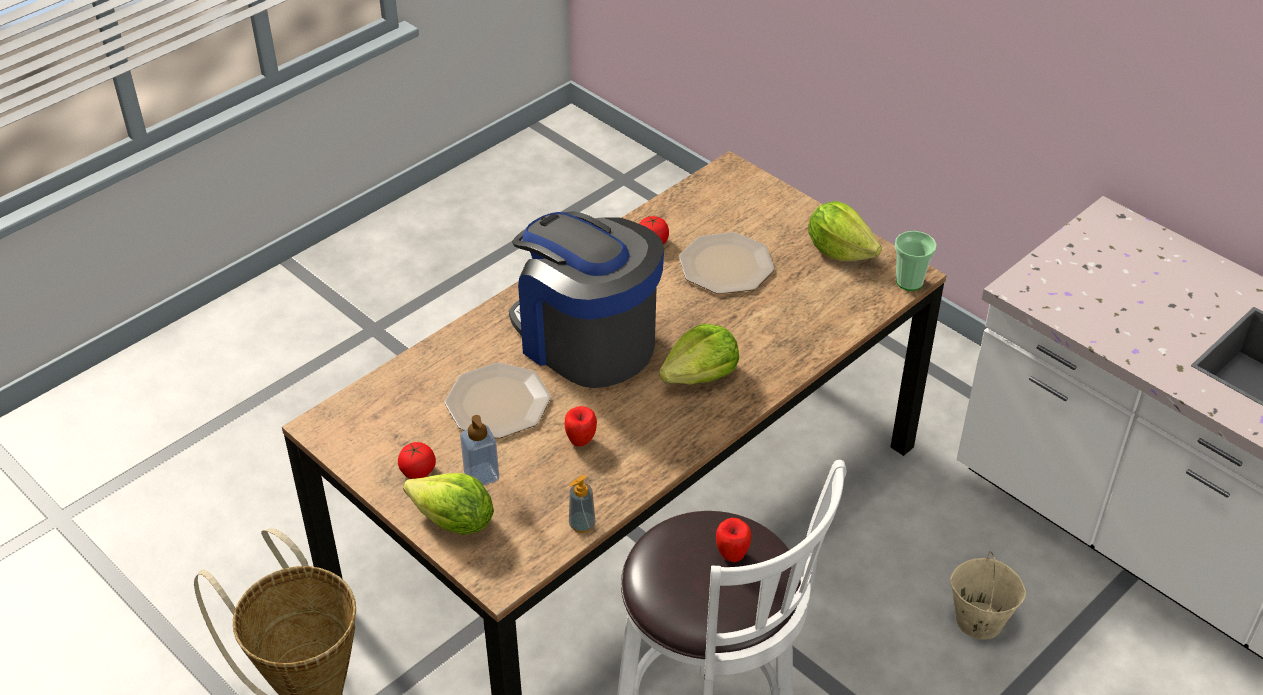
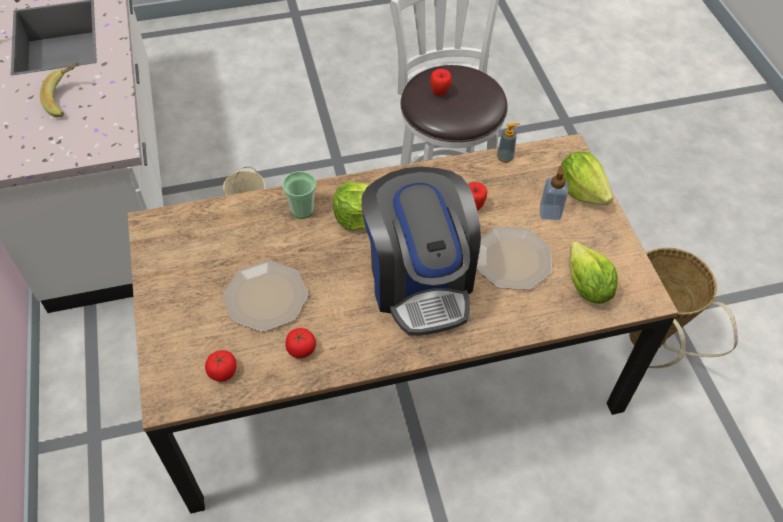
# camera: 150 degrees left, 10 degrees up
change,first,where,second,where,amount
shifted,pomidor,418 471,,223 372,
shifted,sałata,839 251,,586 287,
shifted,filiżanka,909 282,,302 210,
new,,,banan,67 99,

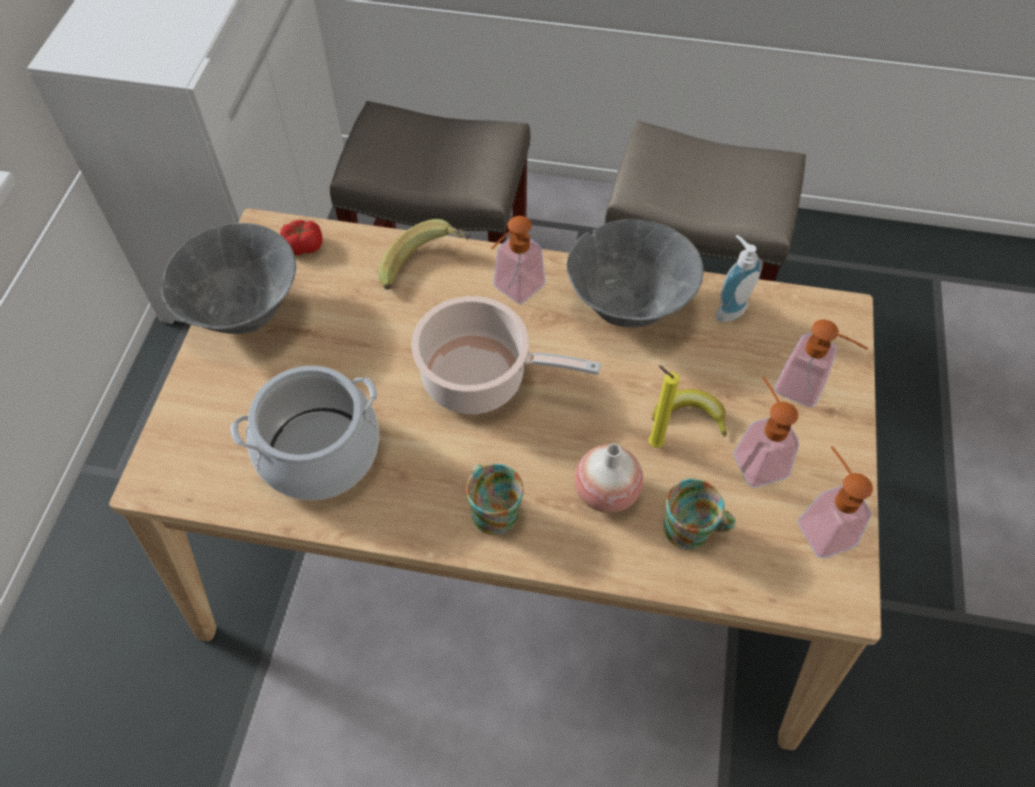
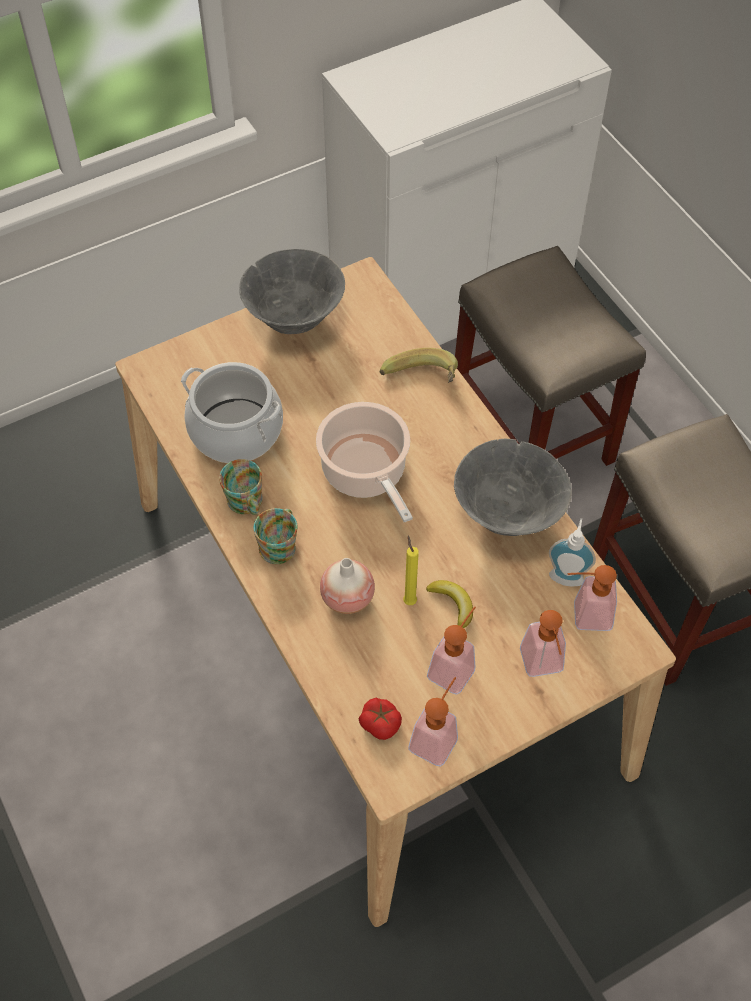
# camera: 50 degrees right, 0 degrees up
change,first,where,second,where,amount
shifted,pomidor,303 245,,380 723,
shifted,dozownik mydła,513 291,,584 615,
shifted,kubek,694 530,,246 504,

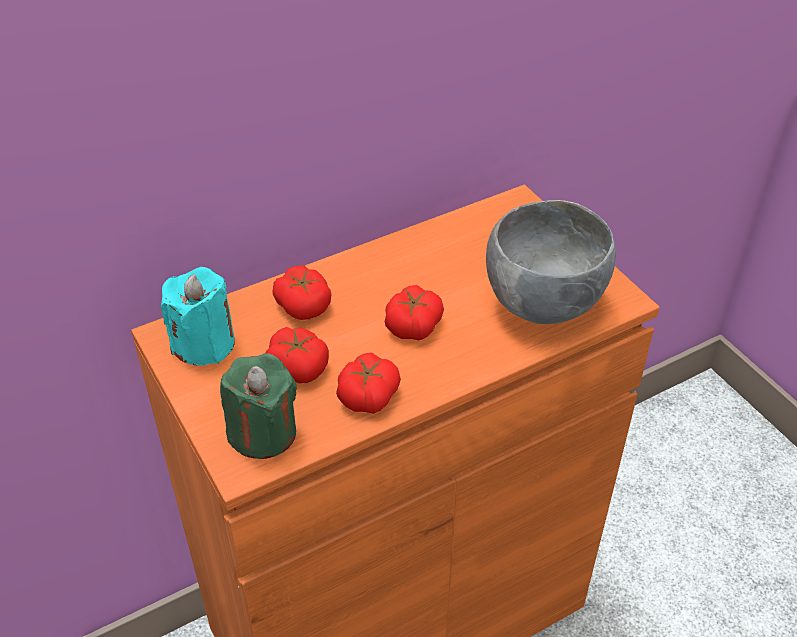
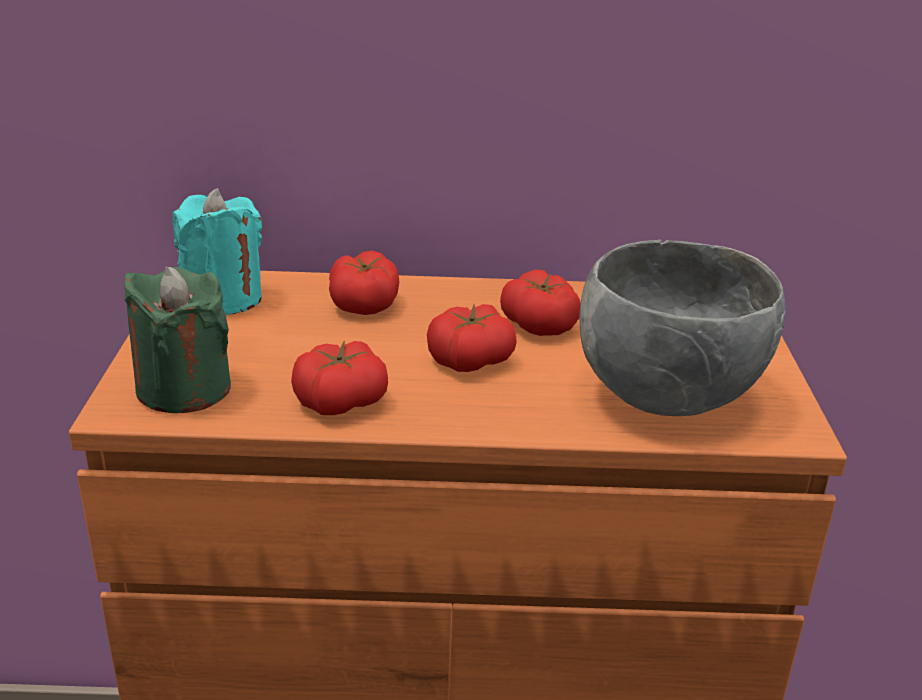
# camera: 30 degrees right, 15 degrees down
change,first,where,second,where,amount
shifted,pomidor,298 367,,539 324,

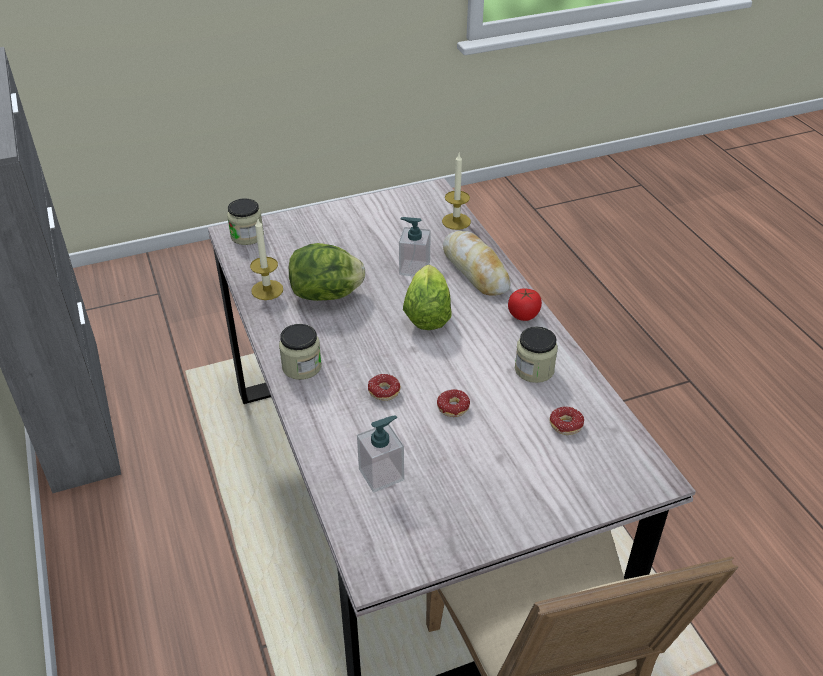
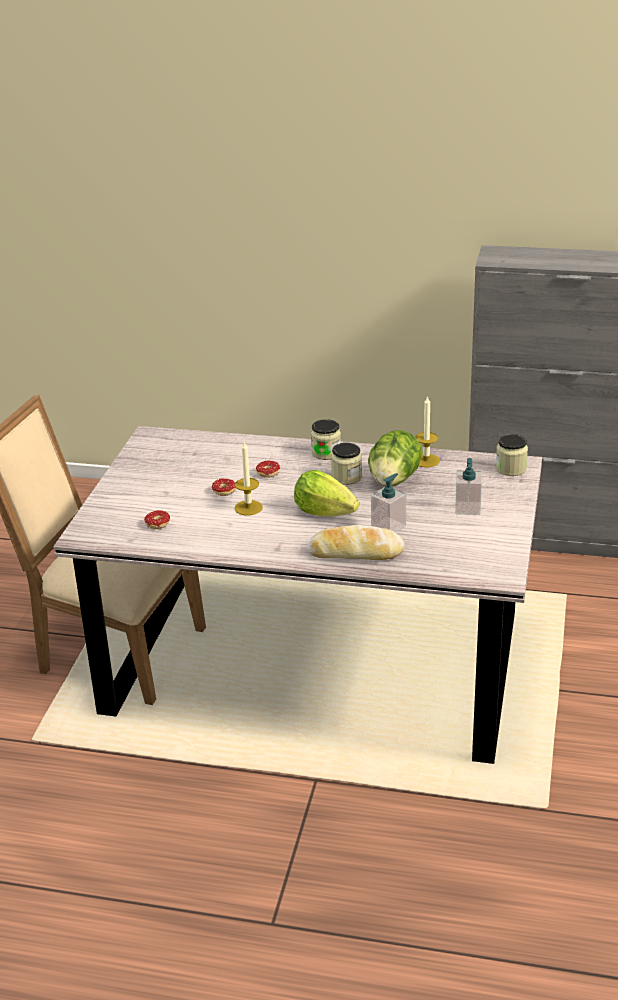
# camera: 125 degrees right, 10 degrees down
change,first,where,second,where,amount
shifted,dozownik mydła,381 474,,467 508,
shifted,świeca,456 221,,248 508,
gone,pomidor,523 315,,,
shifted,słoik,534 369,,346 477,

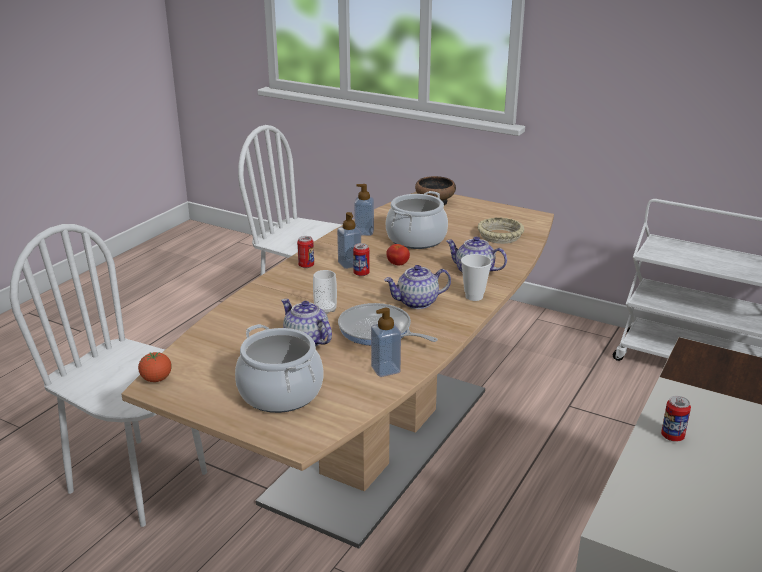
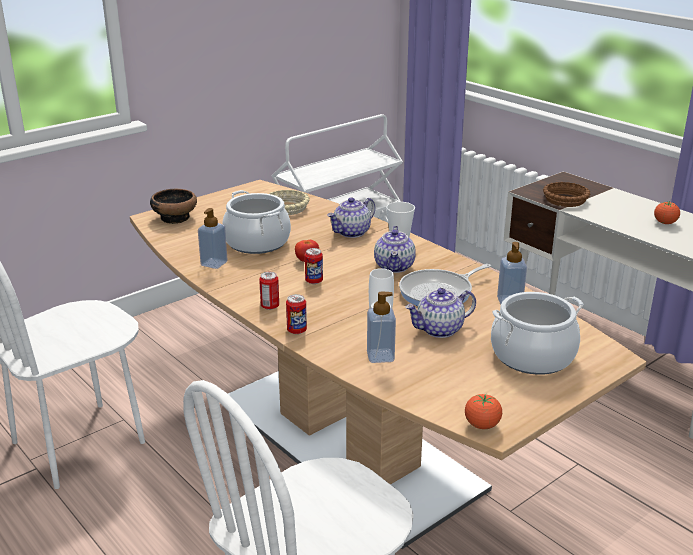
# camera: 70 degrees left, 0 degrees up
change,first,where,second,where,amount
shifted,dozownik mydła,349 264,,380 356,
shifted,puszka,672 436,,296 330,
new,,,miska/brązowy,566 200,
new,,,pomidor,665 223,

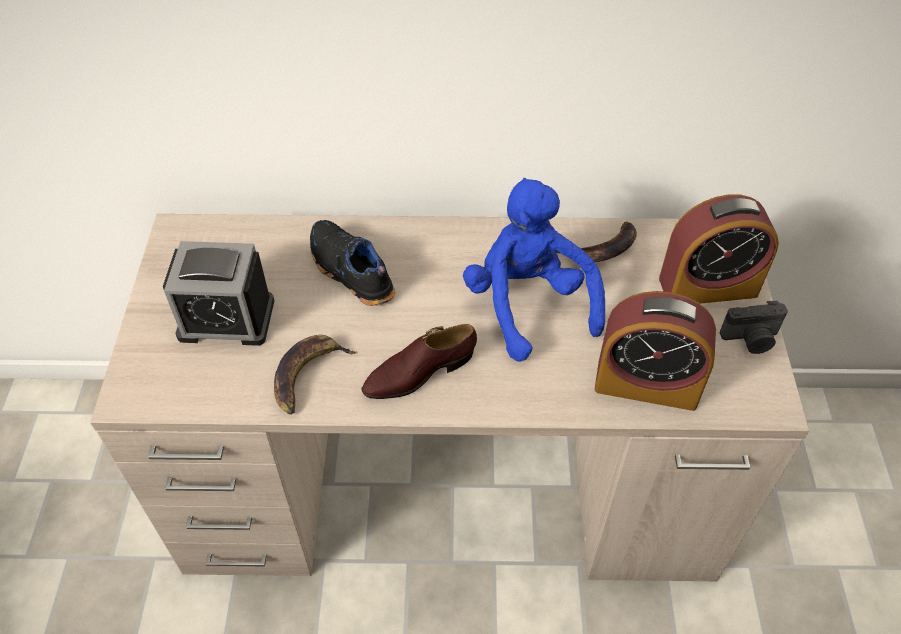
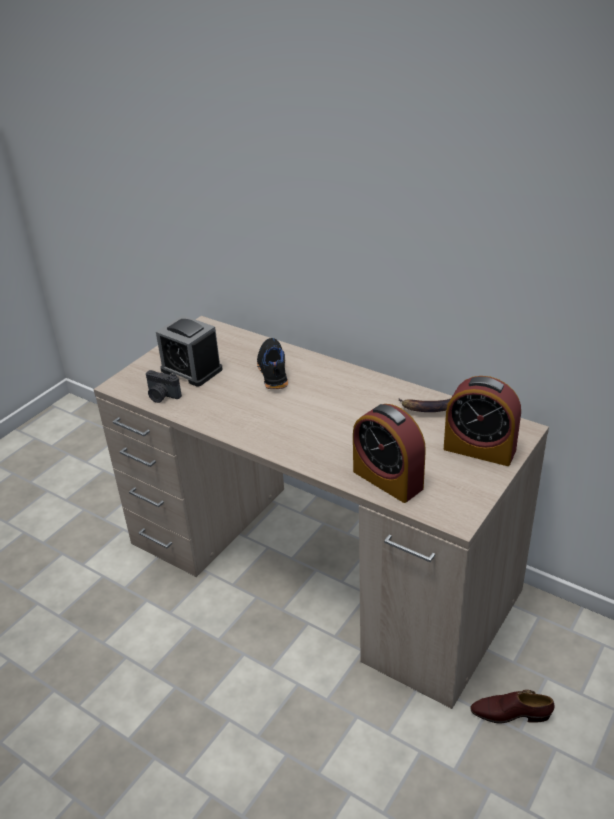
# camera: 35 degrees right, 15 degrees down
change,first,where,second,where,amount
gone,banan,307 374,,,
shifted,but/brązowy,419 372,,510 713,
gone,pluszak/niebieski,528 304,,,
shifted,aparat fotograficzny,751 339,,162 396,

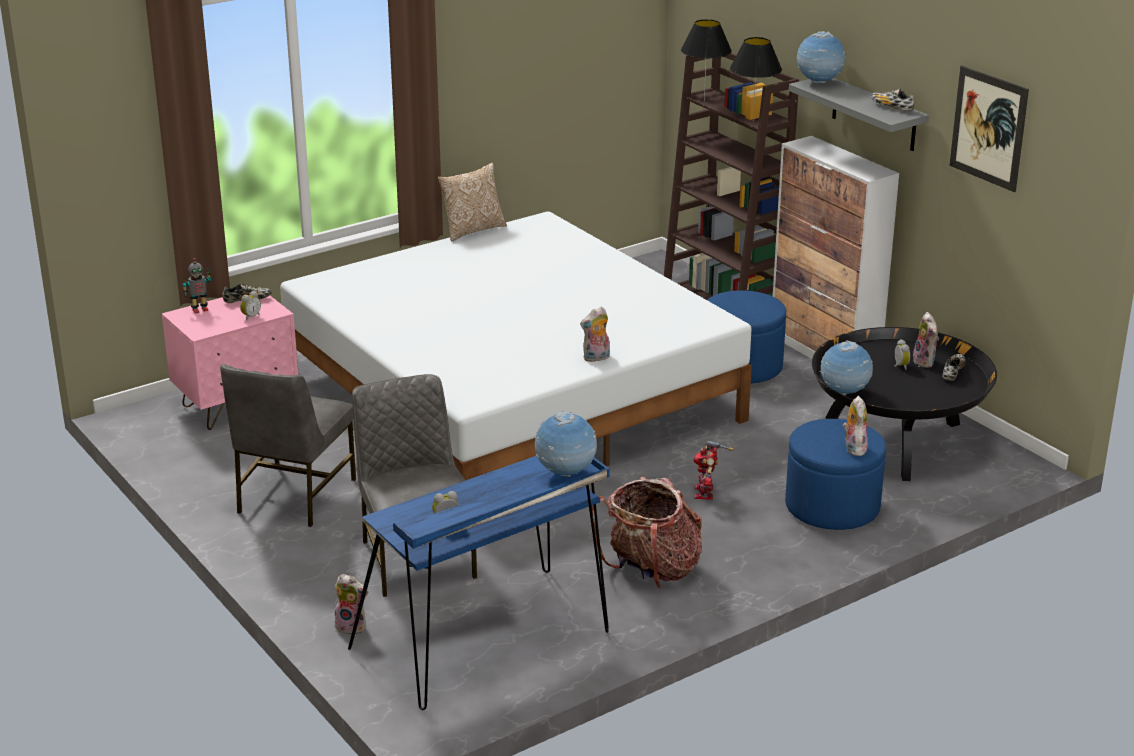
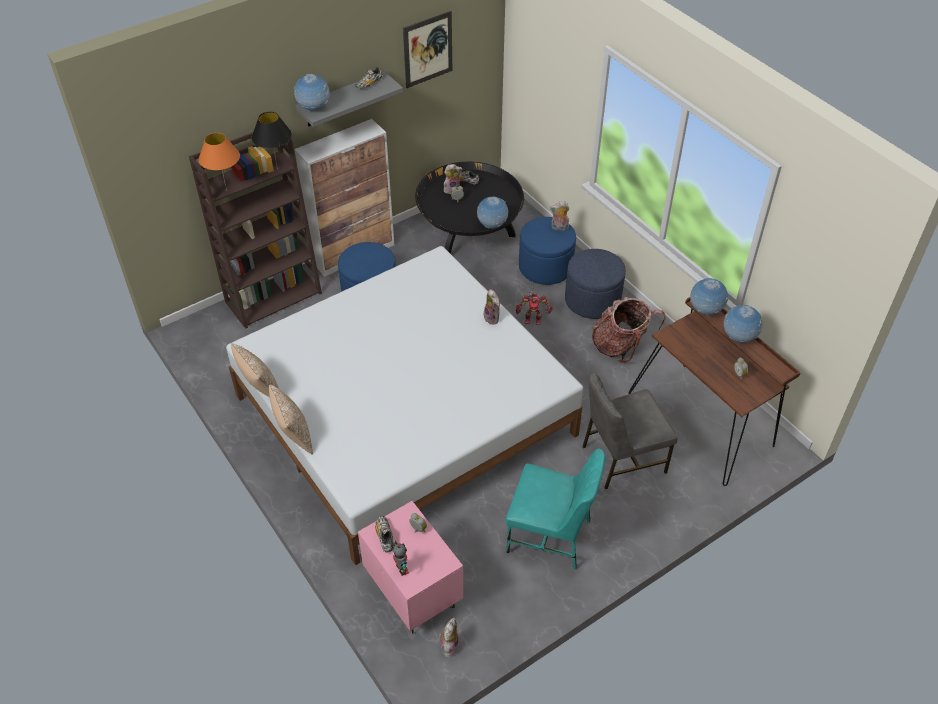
# camera: 90 degrees left, 20 degrees up
change,first,where,second,where,amount
repainted,krzesło/szary,293 496,krzesło/turkusowy,550 536,
shifted,pluszak,352 626,,449 646,
repainted,biurko/niebieski,486 641,biurko/brązowy,704 420,
repainted,lampa stołowa/czarny,704 101,lampa stołowa/pomarańczowy,226 191,
new,,,poduszka,294 436,
new,,,pufa/niebieski,592 300,
new,,,globus,738 338,

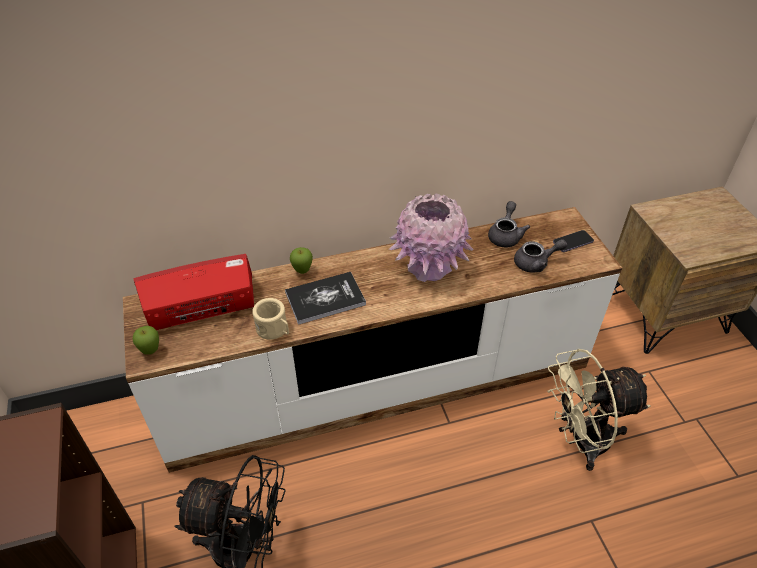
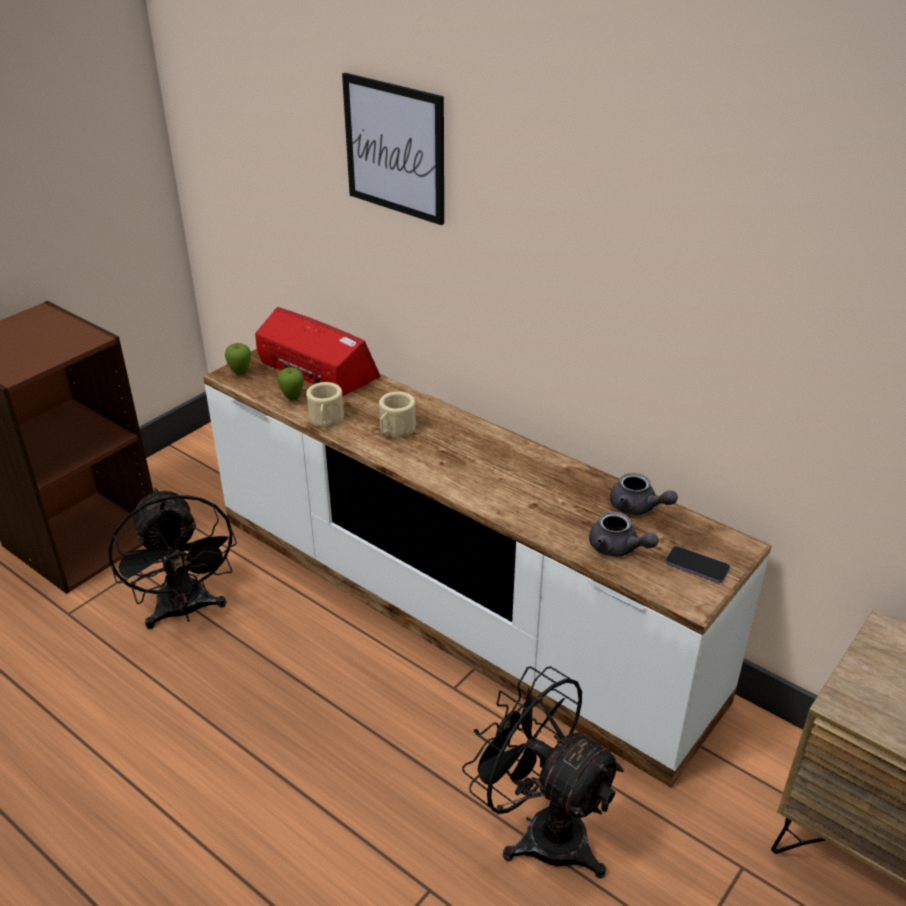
# camera: 55 degrees right, 10 degrees down
change,first,where,second,where,amount
swapped,książka,325 299,kubek/beżowy,395 430,
shifted,jabłko,302 271,,292 399,
gone,wazon/różowy,429 268,,,
rotated,imbryk/szary,505 235,,637 508,60 degrees clockwise
repainted,wentylator/beżowy,580 441,wentylator/czarny,541 830,
new,,,obraz,395 148,

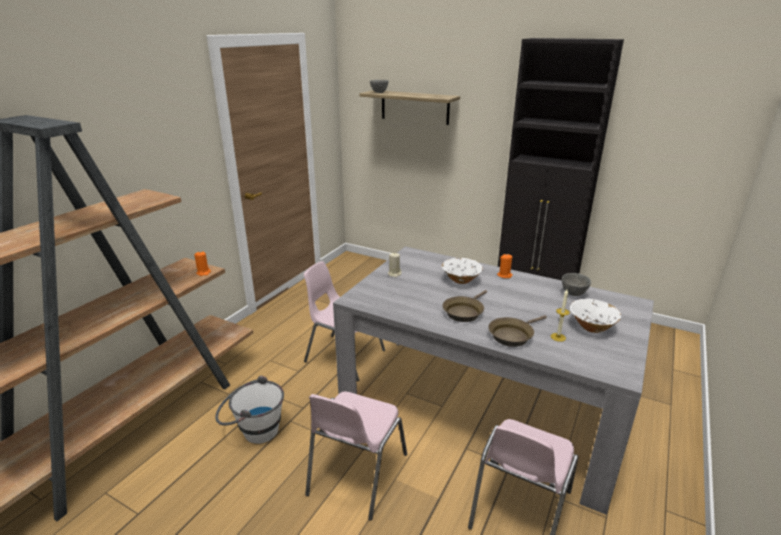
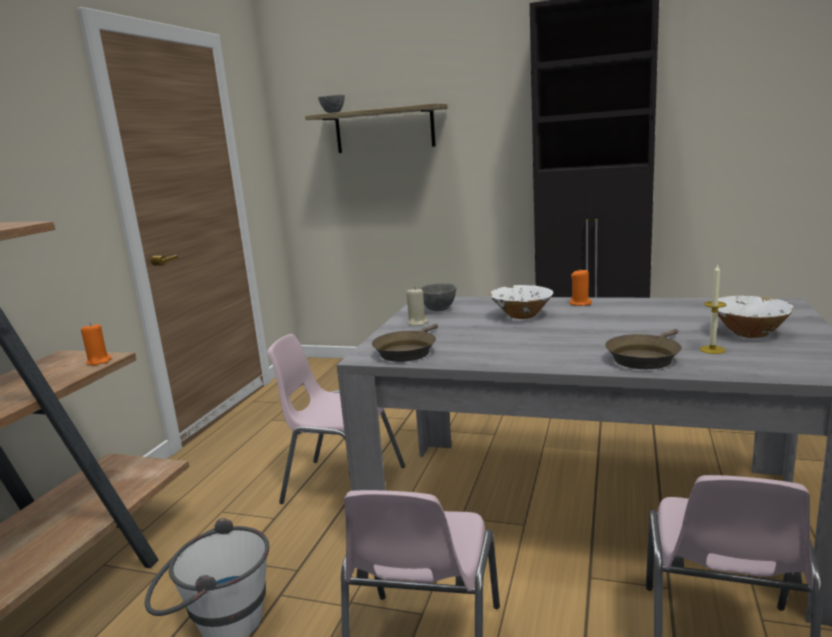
# camera: 10 degrees left, 10 degrees down
change,first,where,second,where,amount
shifted,patelnia/brązowy,464 312,,407 351,
shifted,miska/szary,574 294,,439 310,

